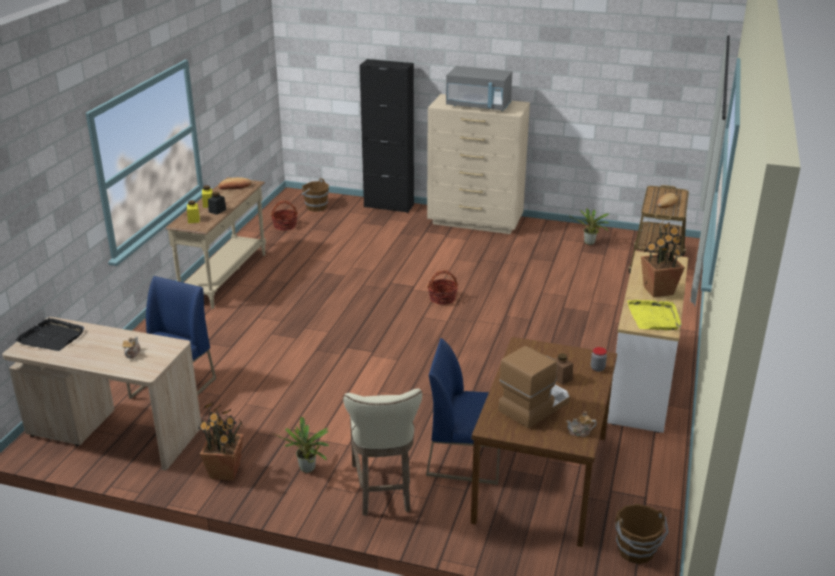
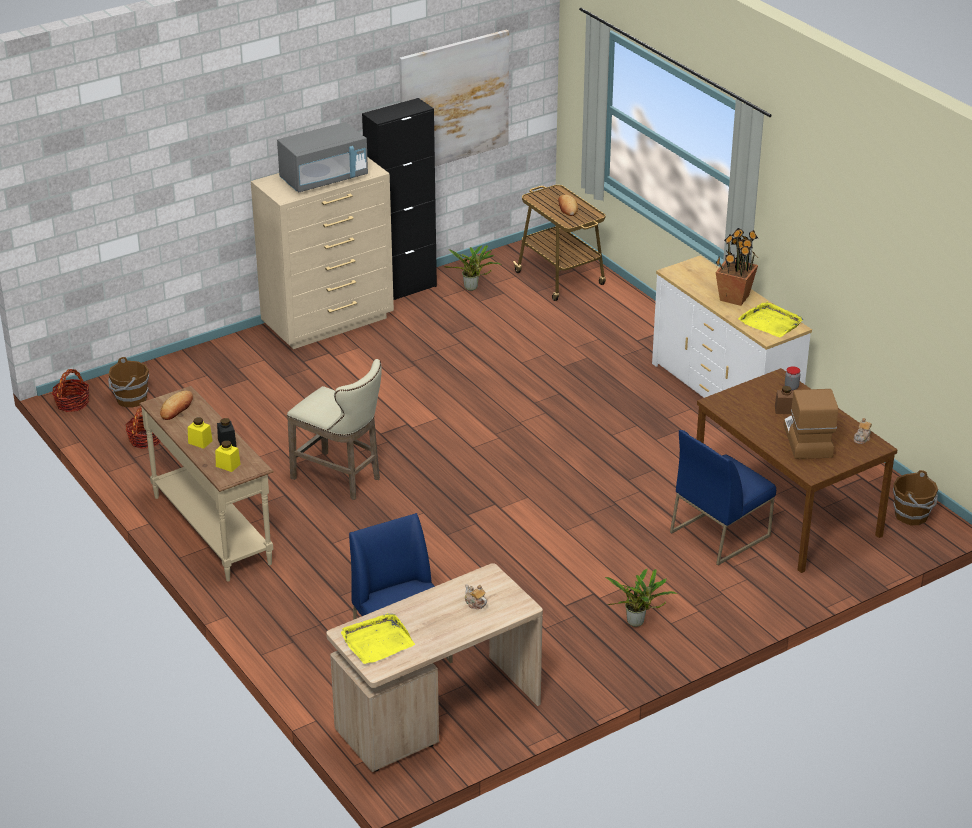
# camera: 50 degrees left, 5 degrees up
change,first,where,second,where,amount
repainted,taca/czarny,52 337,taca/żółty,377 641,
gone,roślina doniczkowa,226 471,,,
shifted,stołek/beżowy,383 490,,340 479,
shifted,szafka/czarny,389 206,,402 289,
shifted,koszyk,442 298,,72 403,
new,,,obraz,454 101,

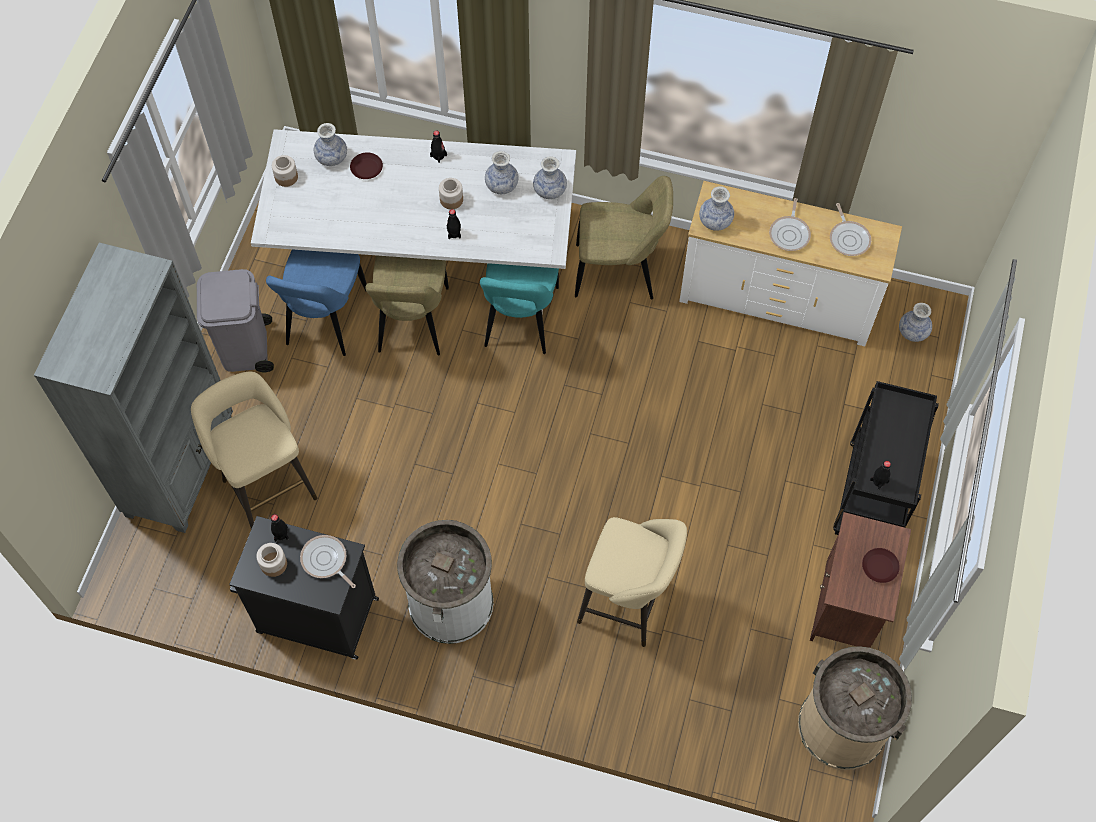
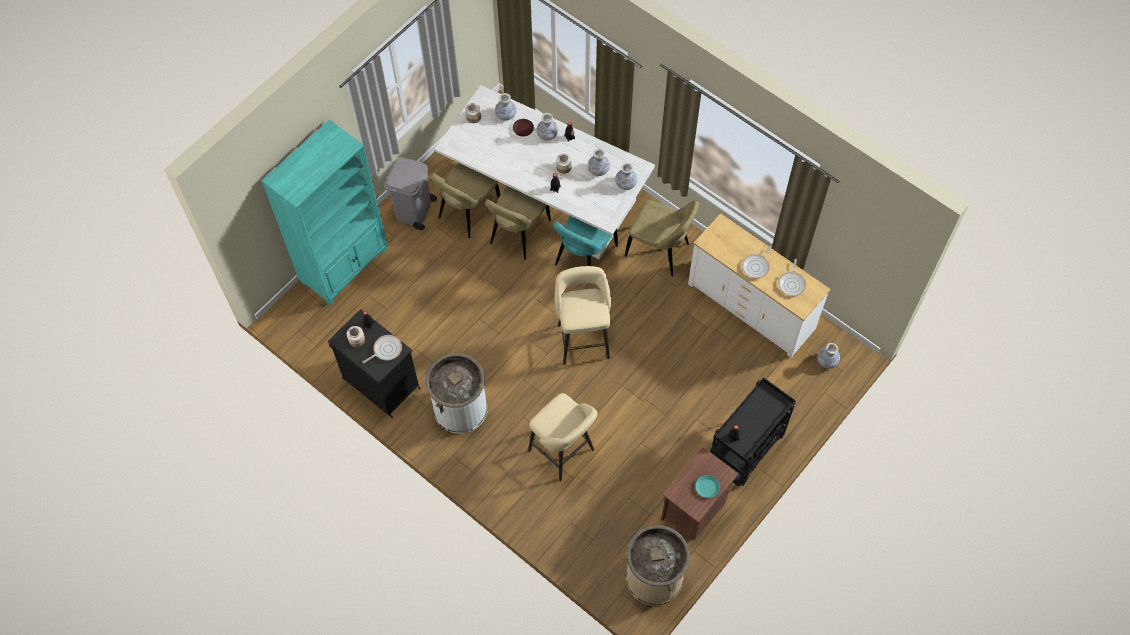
# camera: 25 degrees right, 0 degrees up
change,first,where,second,where,amount
repainted,regał/szary,181 466,regał/turkusowy,345 266,
shifted,stołek/beżowy,267 485,,582 338,
repainted,krzesło/niebieski,325 321,krzesło/beżowy,467 212,
rotated,patelnia,325 561,,386 350,75 degrees clockwise
shifted,wazon,715 221,,547 134,
repainted,talerz/brązowy,879 567,talerz/turkusowy,707 487,

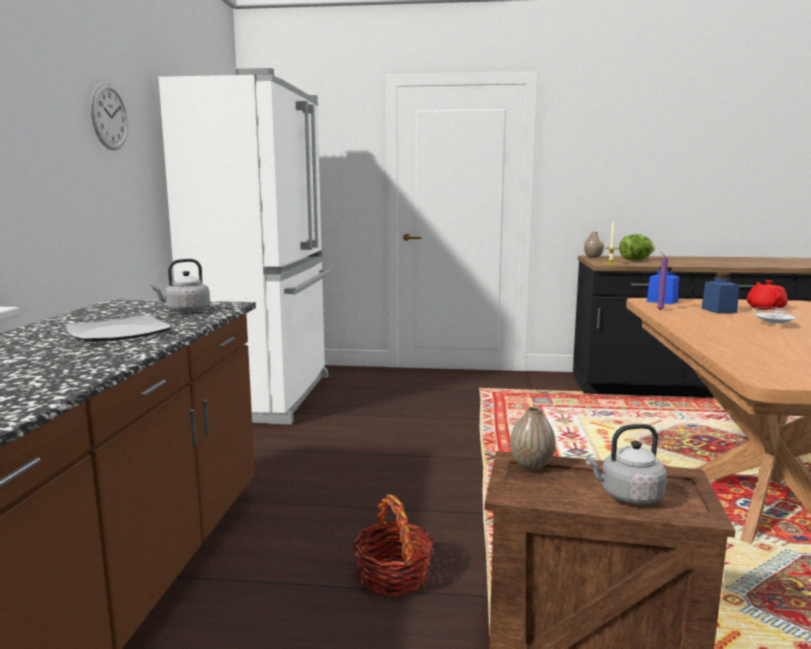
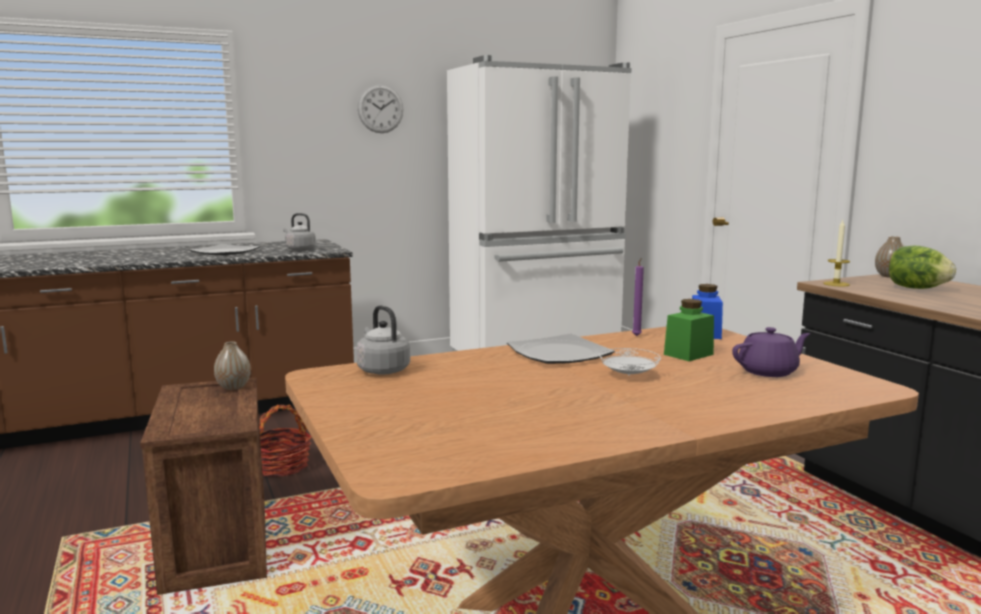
# camera: 60 degrees right, 0 degrees up
change,first,where,second,where,amount
shifted,czajnik/szary,628 496,,382 370,
repainted,słoik/niebieski,719 310,słoik/zielony,688 354,
repainted,imbryk/czerwony,765 308,imbryk/fioletowy,769 371,
new,,,talerz,559 353,

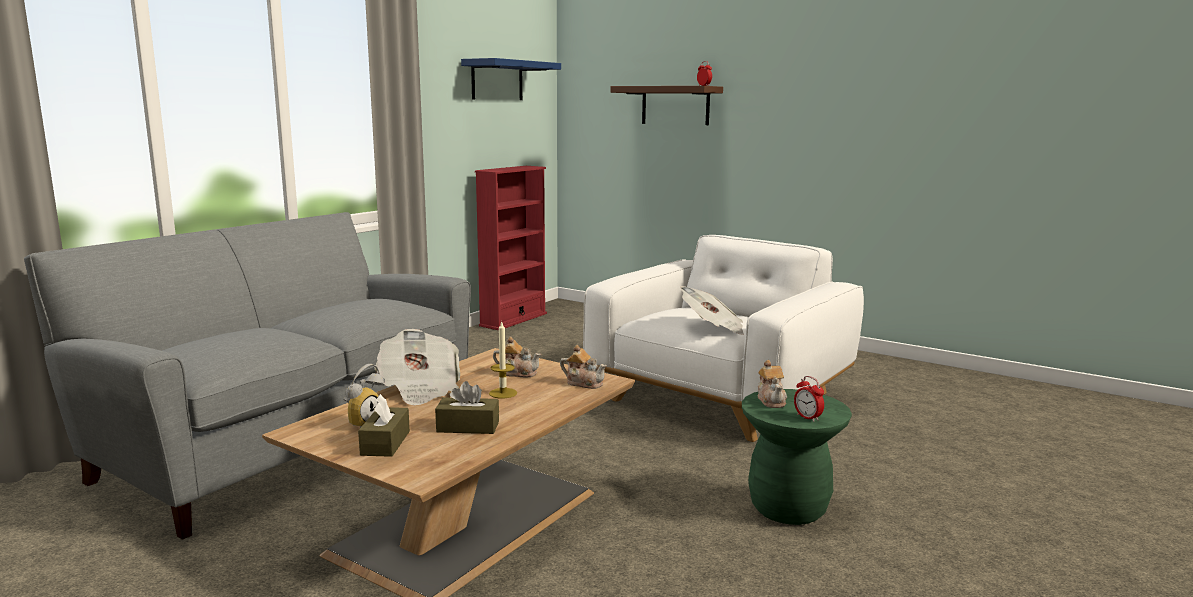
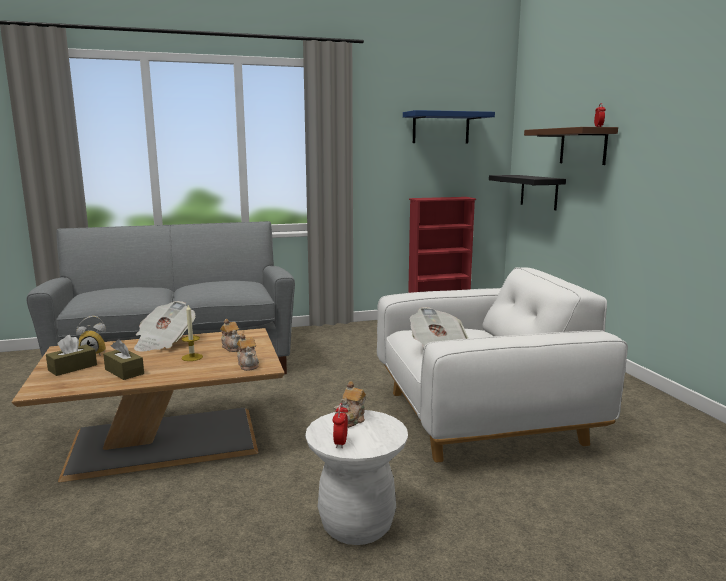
# camera: 40 degrees right, 0 degrees up
change,first,where,second,where,amount
repainted,stołek/zielony,788 508,stołek/biały,357 525,
new,,,półka/czarny,539 192,

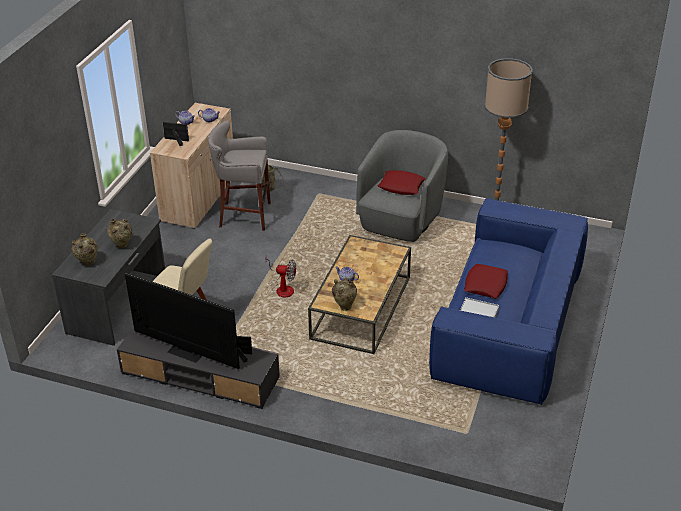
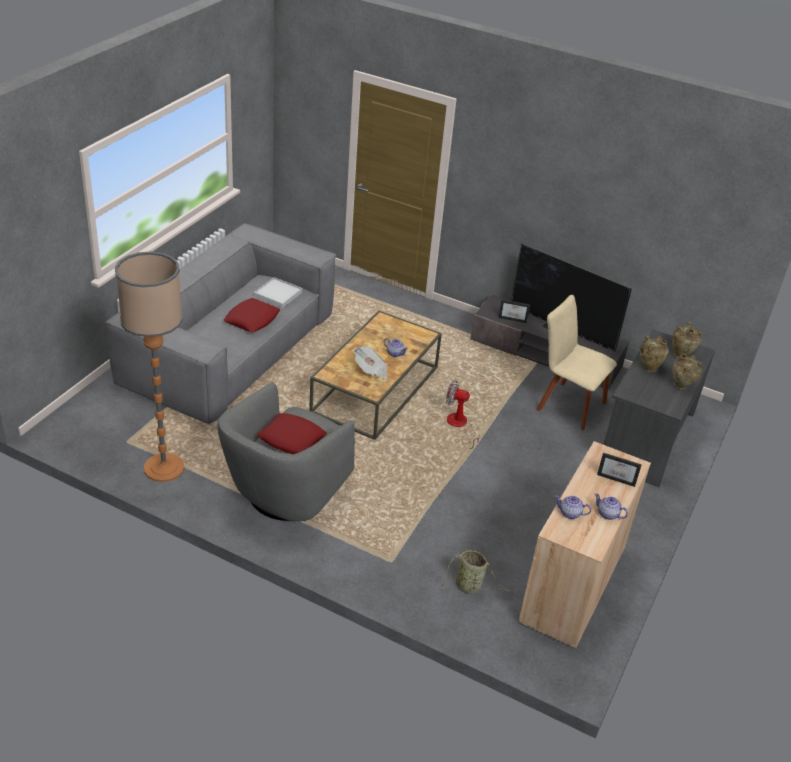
# camera: 175 degrees left, 0 degrees up
change,first,where,second,where,amount
gone,stołek/szary,243 215,,,
shifted,wazon/beżowy,344 306,,681 387,
repainted,kanapa/niebieski,508 324,kanapa/szary,229 349,
new,,,gazeta,371 370,

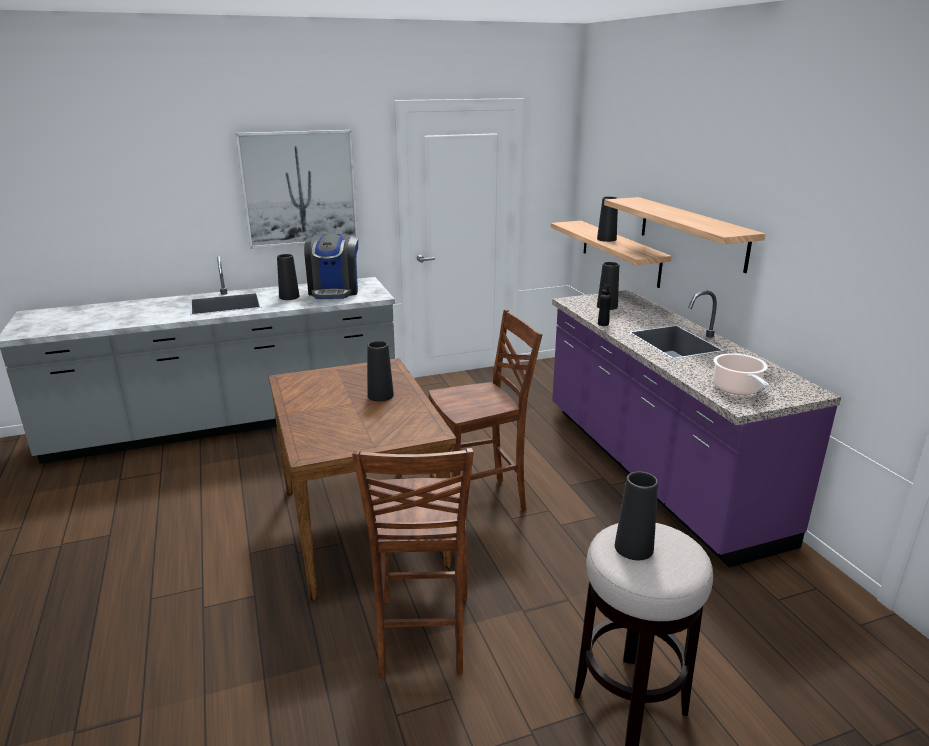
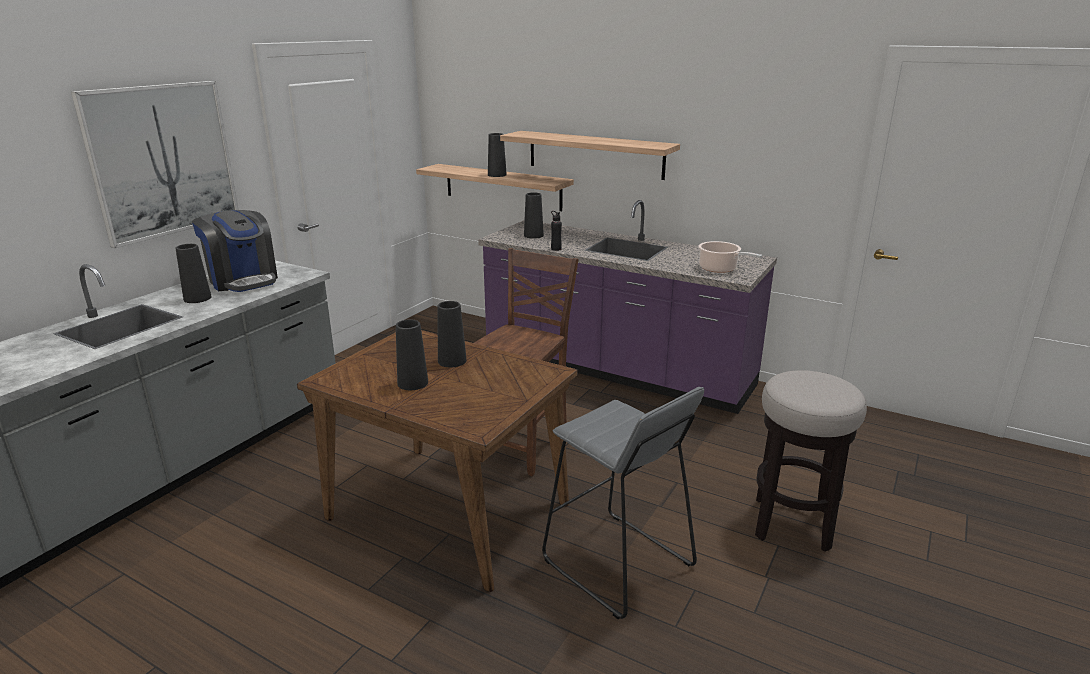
# camera: 40 degrees left, 0 degrees up
change,first,where,second,where,amount
swapped,krzesło/brązowy,421 637,stołek/szary,617 564,
shifted,wazon/czarny,633 548,,413 383,

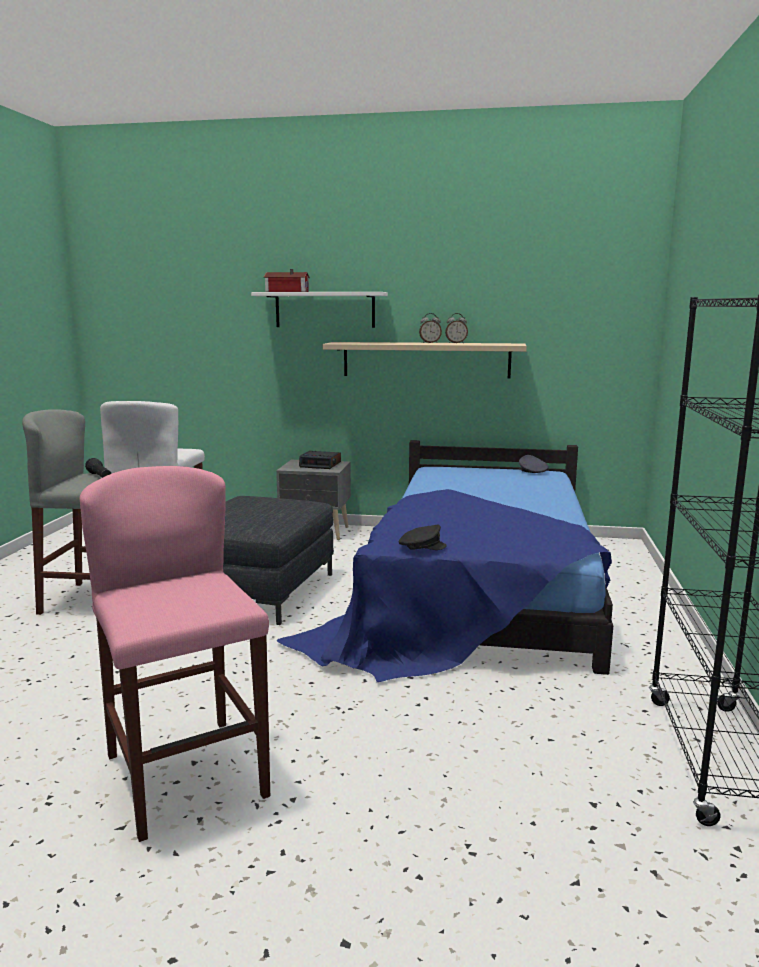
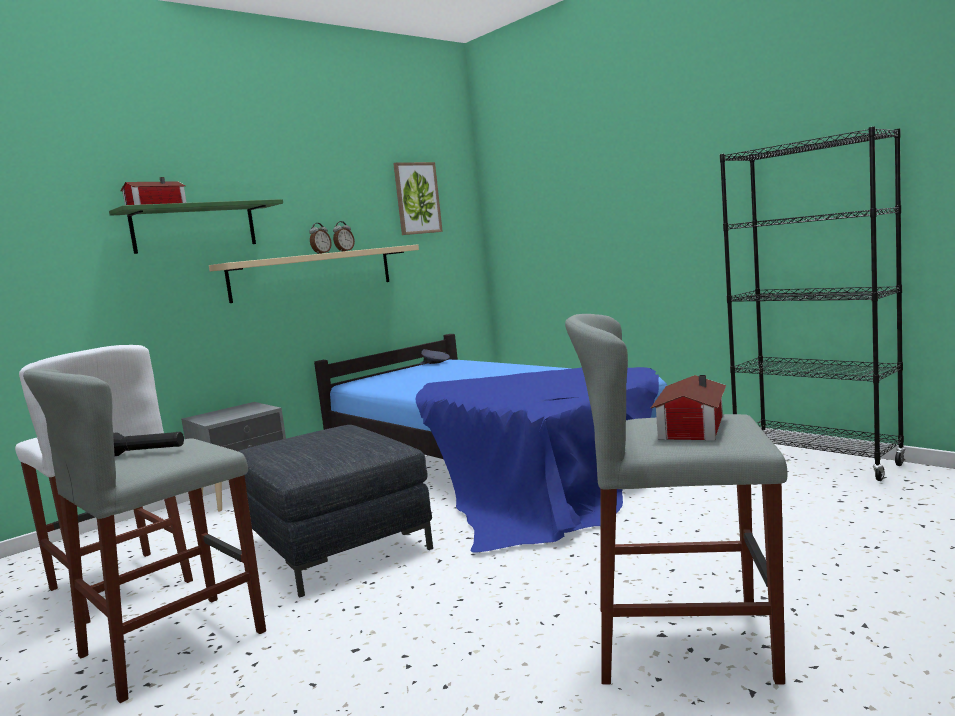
# camera: 50 degrees left, 5 degrees down
change,first,where,second,where,amount
repainted,stołek/różowy,186 775,stołek/szary,683 642,
repainted,półka/biały,325 310,półka/zielony,194 228,
gone,budzik,320 464,,,
gone,czapka z daszkiem/czarny,421 546,,,
new,,,obraz,417 198,
new,,,domek,688 427,

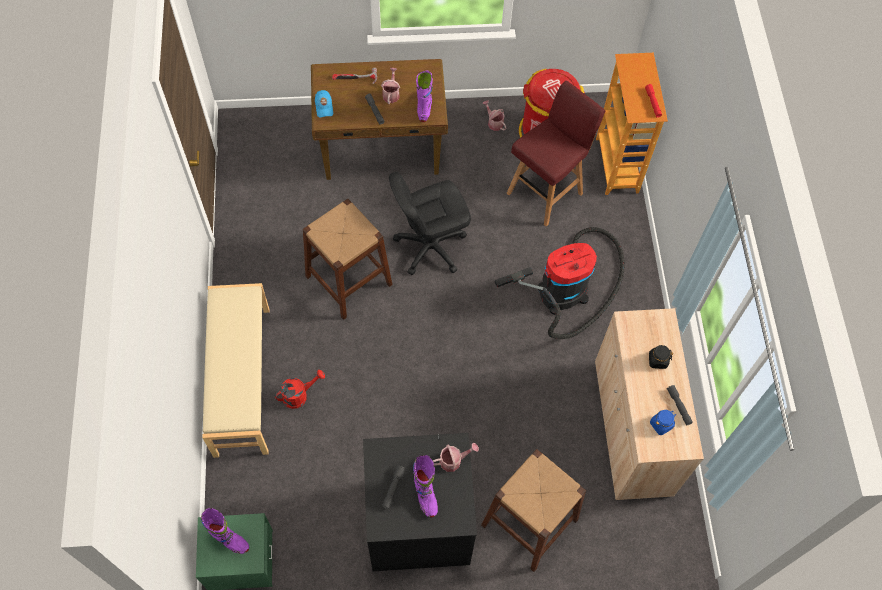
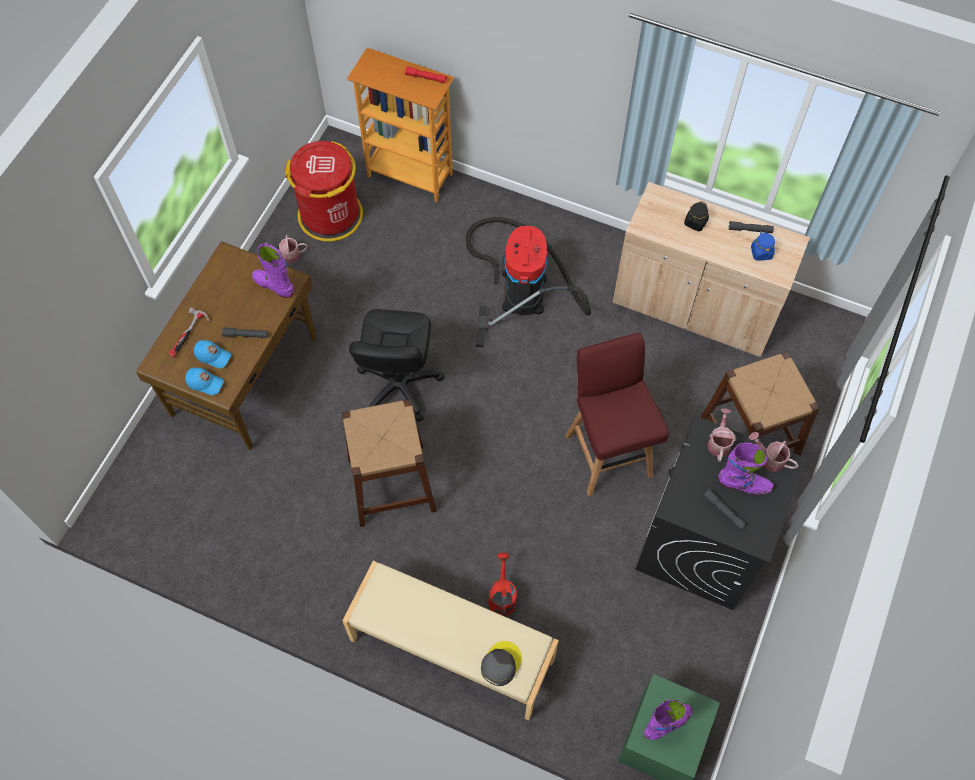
# camera: 60 degrees left, 0 degrees up
change,first,where,second,where,amount
shifted,konewka,391 94,,769 458,
shifted,stołek/czerwony,546 192,,608 453,
new,,,czapka z daszkiem/niebieski,213 356,
new,,,czapka z daszkiem/szary,500 663,

